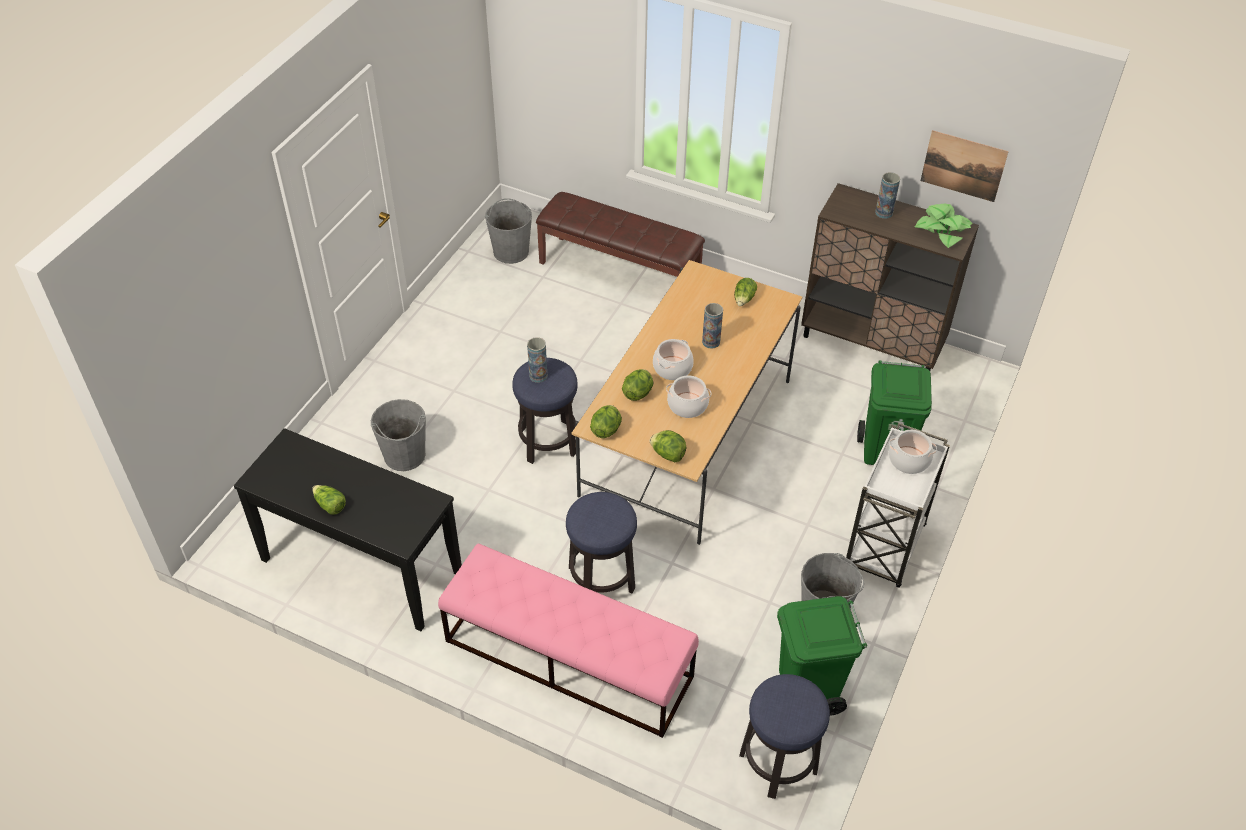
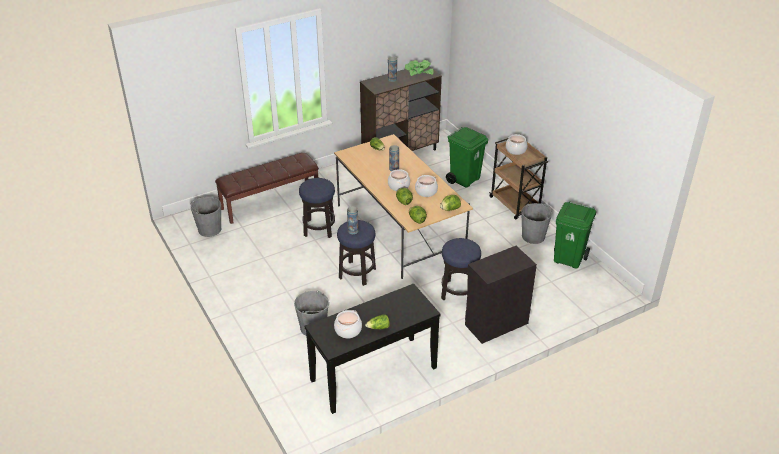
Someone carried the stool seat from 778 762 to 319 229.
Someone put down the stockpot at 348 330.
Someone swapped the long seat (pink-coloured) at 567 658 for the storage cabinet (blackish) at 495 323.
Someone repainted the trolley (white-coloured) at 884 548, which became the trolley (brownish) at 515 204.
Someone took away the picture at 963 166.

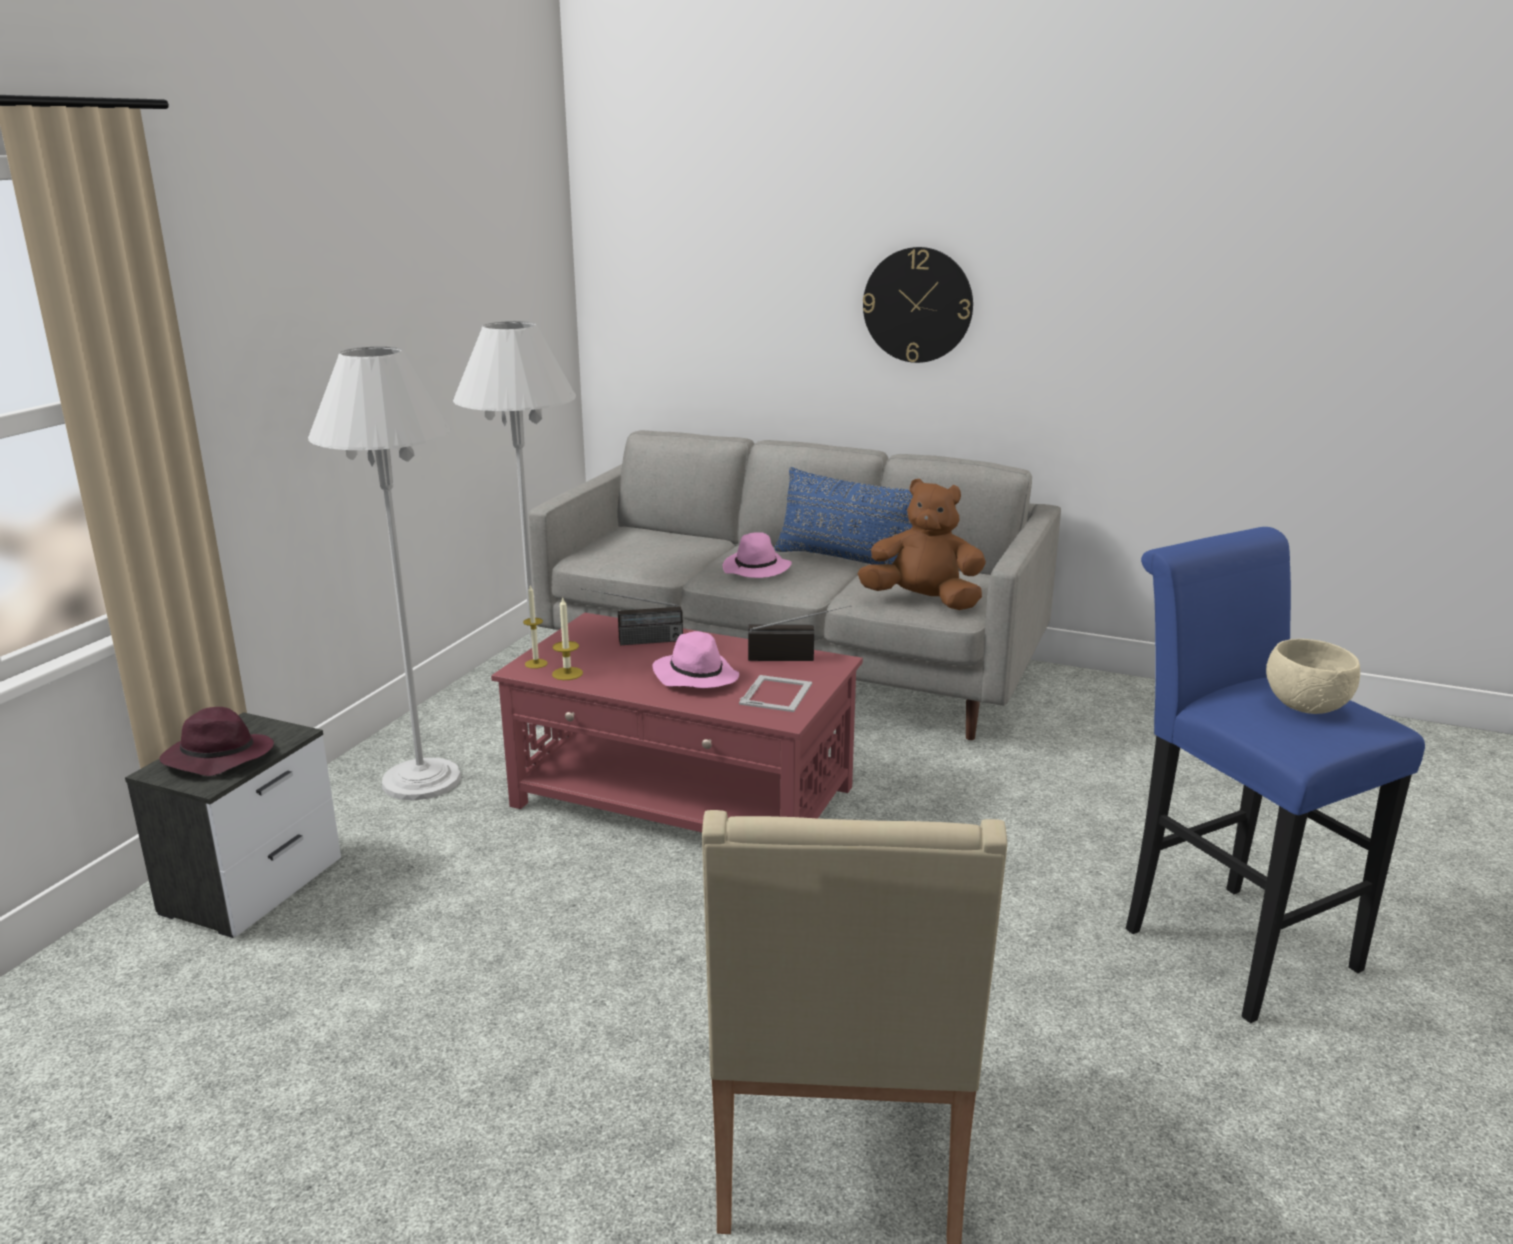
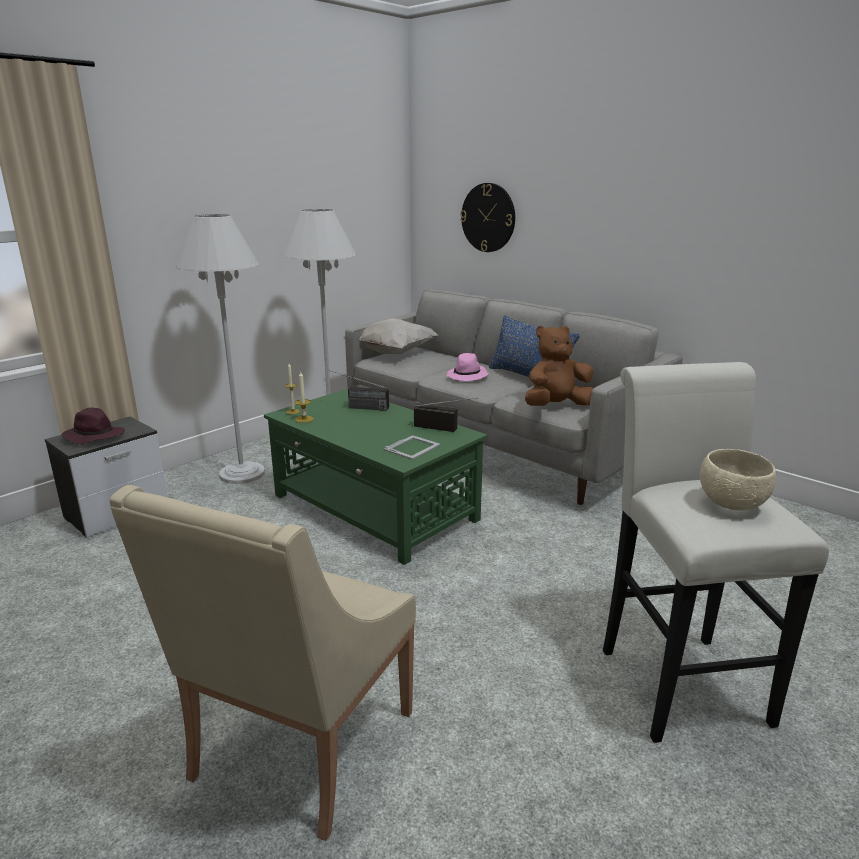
Someone repainted the lounge table (red-coloured) at 684 797, which became the lounge table (greenish) at 374 508.
Someone put down the pillow (white-coloured) at 392 353.
Someone carried the hanging clock from 917 305 to 488 217.
Someone rotated the soft toy (brownish) at 923 601 by 60 degrees counterclockwise.
Someone repainted the stool seat (blue-coloured) at 1227 940, which became the stool seat (white-coloured) at 677 677.
Someone took away the clothing hat (pink-coloured) at 695 676.

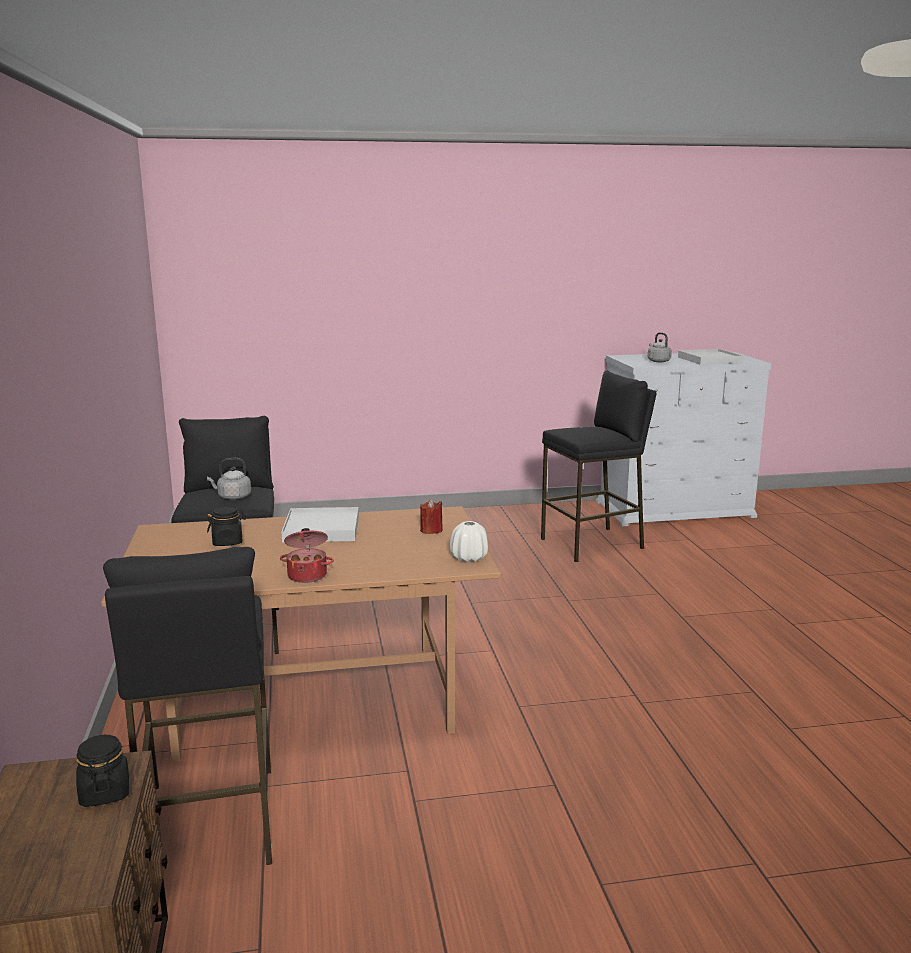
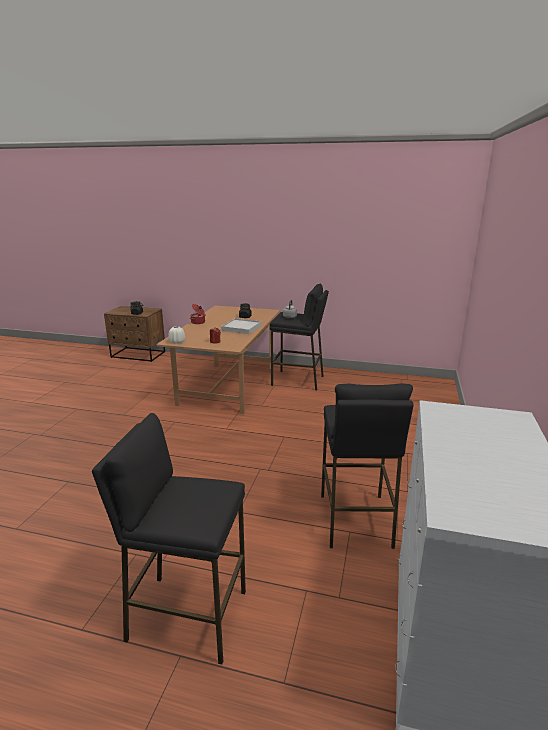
Someone carried the stool seat (blackish) from 209 823 to 187 615.
Someone took away the water kettle (gray) at 658 361.
Someone took away the tray (white-coloured) at 709 360.

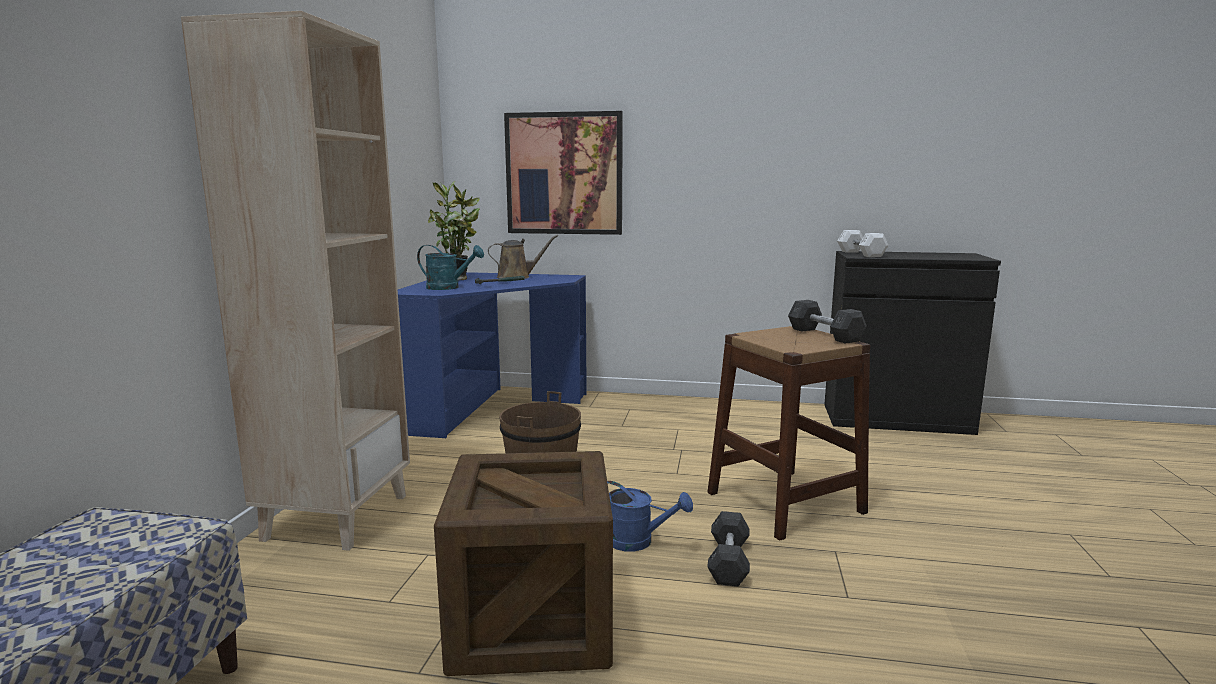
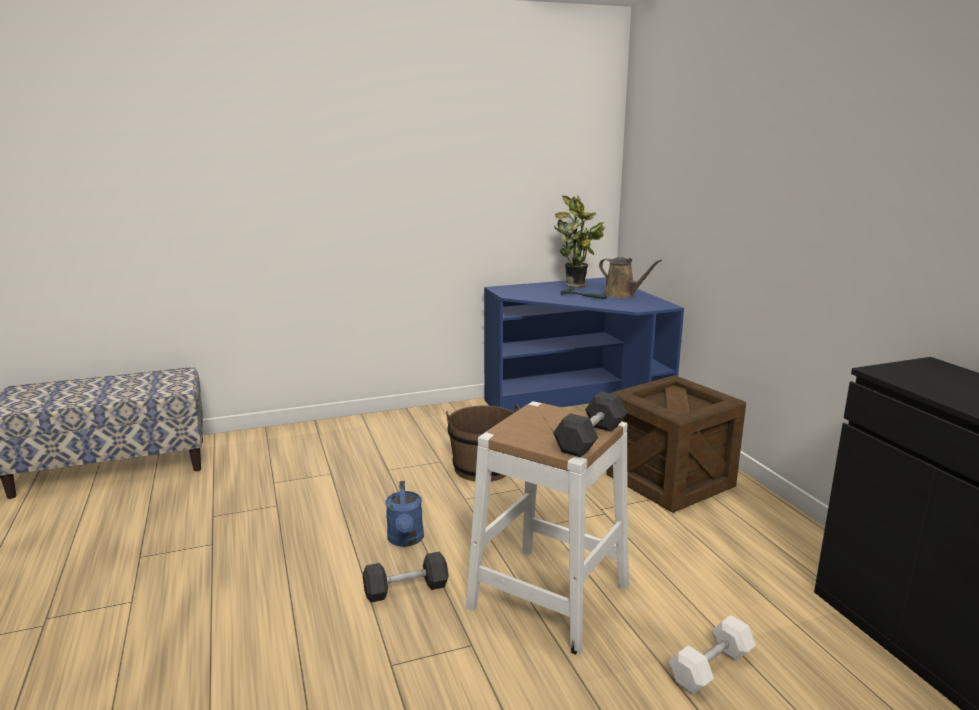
Someone repainted the stool seat (brownish) at 785 502, which became the stool seat (white-coloured) at 549 596.
Someone carried the packing crate from 532 621 to 670 481.
Someone carried the hand weight (white-coloured) from 861 254 to 711 668.
Someone took away the shelving unit (sand-coloured) at 336 516.
Someone took away the sprinkling can (turquoise-coloured) at 449 287.
Someone took away the picture at 564 174.

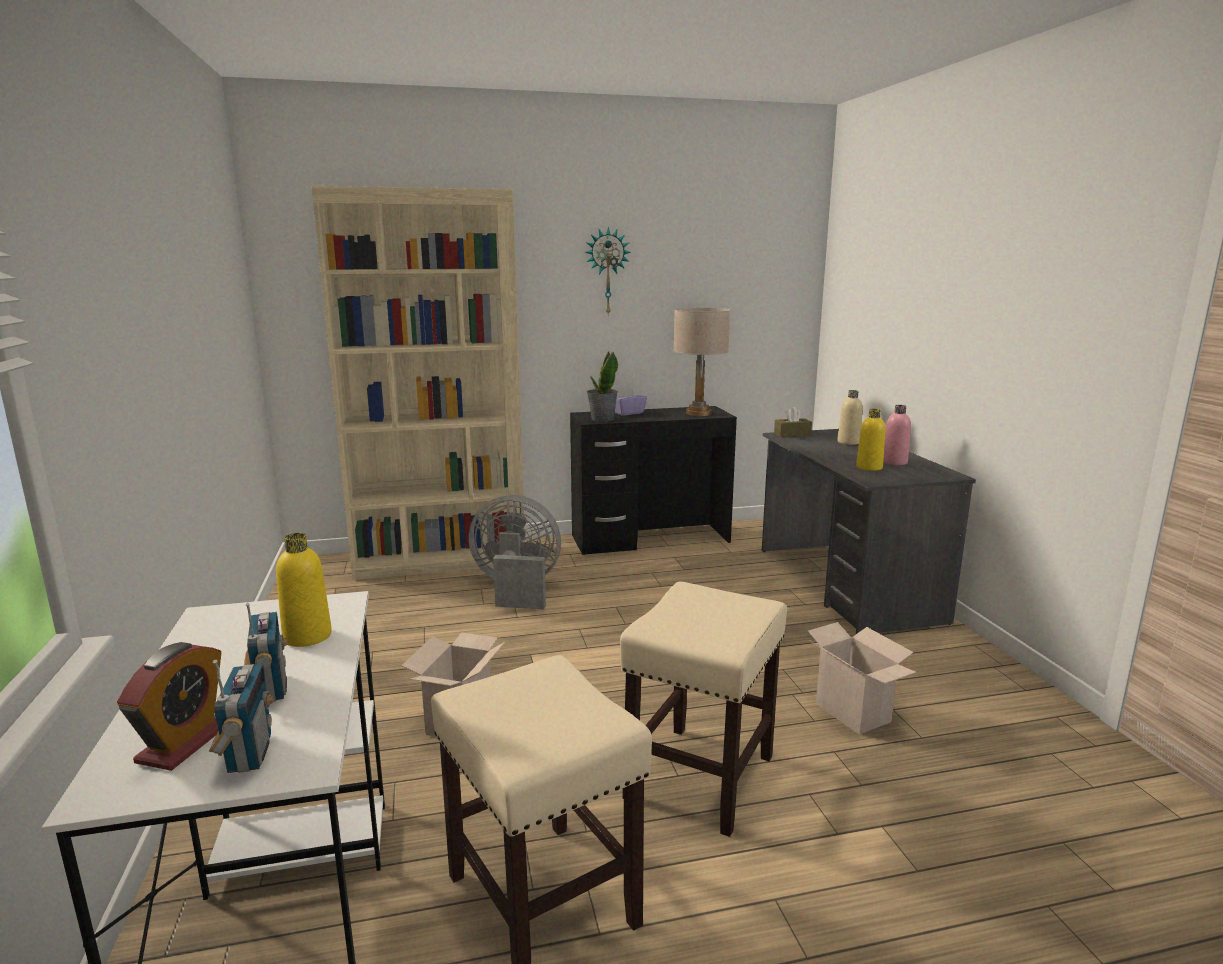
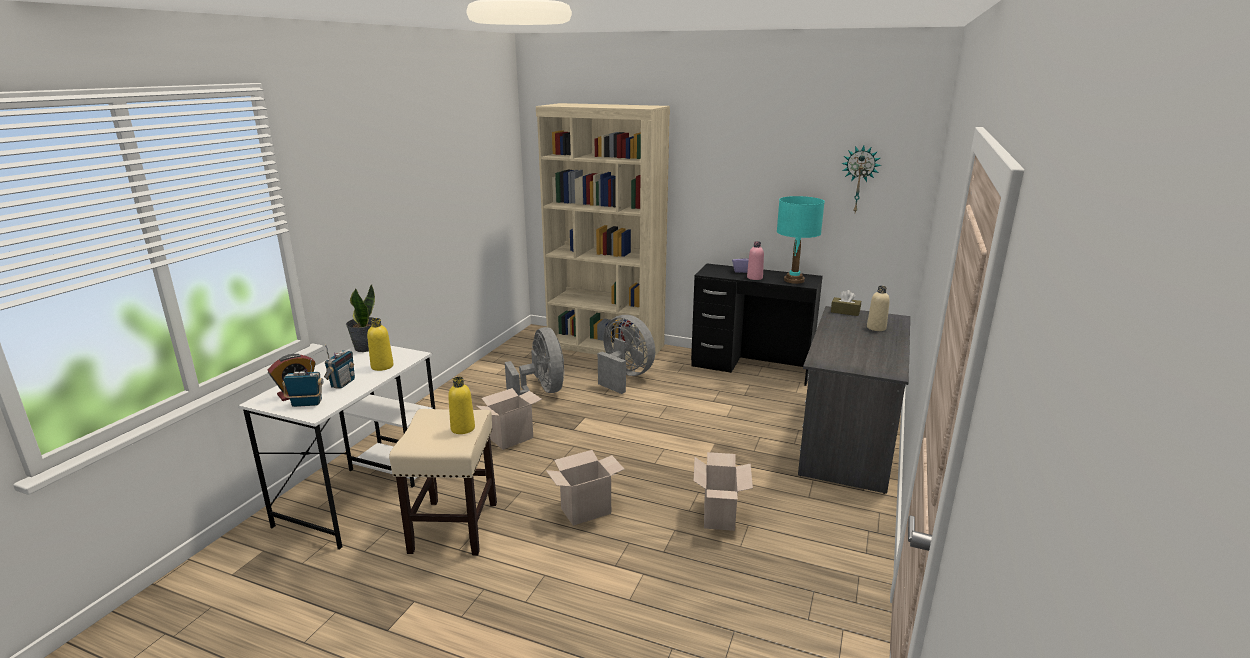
Someone rotated the radio receiver at 248 754 by 120 degrees counterclockwise.
Someone carried the houseplant from 602 419 to 365 347.
Someone carried the beverage bottle (yellow-coloured) from 869 467 to 463 428.
Someone put down the fan (gray) at 541 392.
Someone swapped the stool seat (sand-coloured) at 700 775 for the cardboard box at 586 510.
Someone carried the beverage bottle (pink-coloured) from 894 462 to 754 278.
Someone repainted the lamp for a table (sand-coloured) at 698 413, which became the lamp for a table (turquoise-coloured) at 794 280.
Someone carried the hanging clock from 607 271 to 859 179.

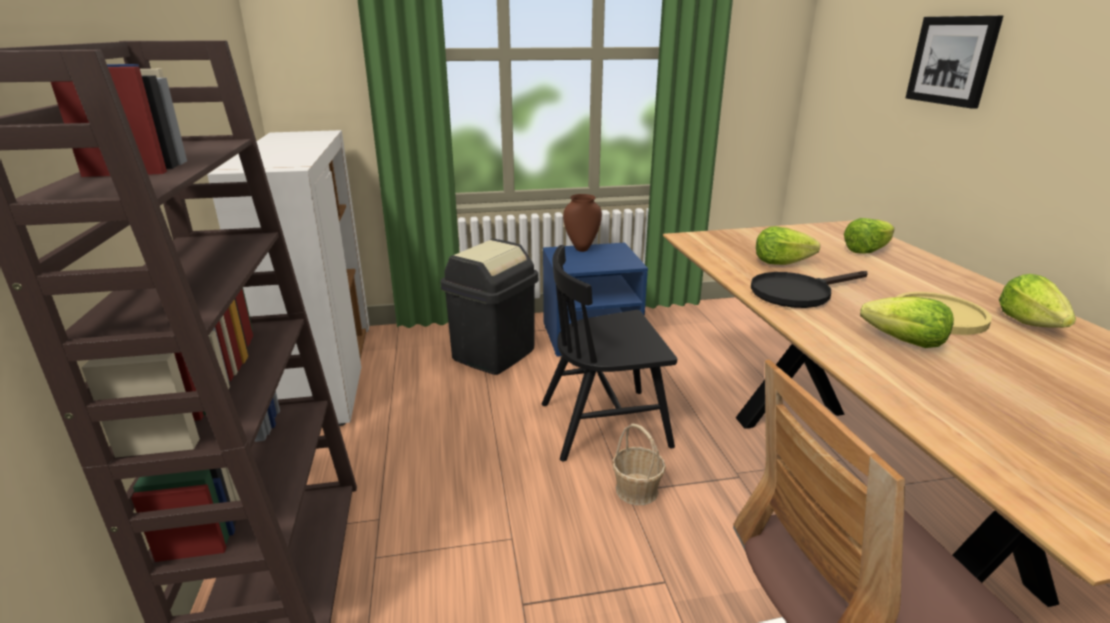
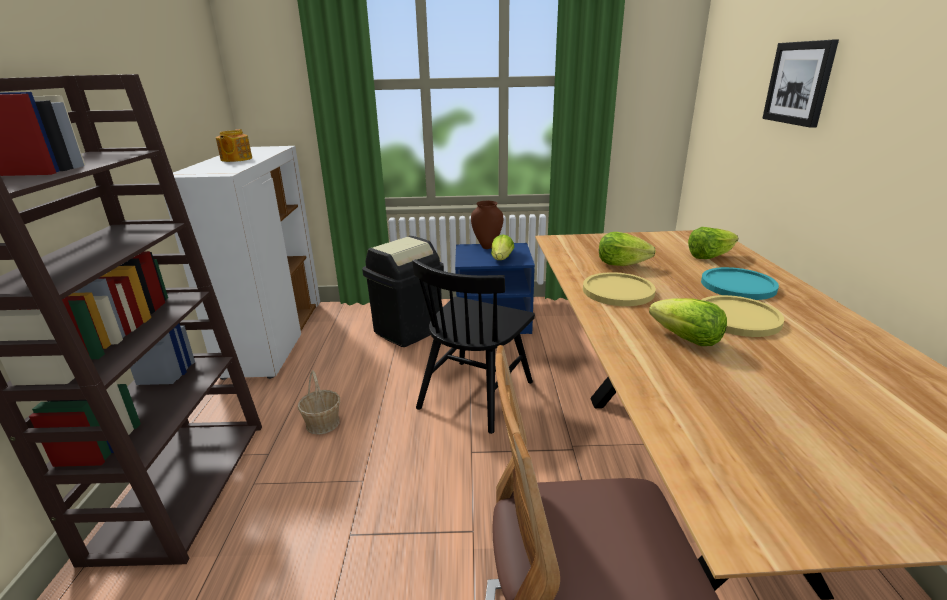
Someone put down the tea pot at 236 159.
Someone carried the basket from 636 490 to 323 423.
Someone rotated the plain chair (blackish) at 605 424 by 60 degrees counterclockwise.
Someone carried the lettuce from 1029 323 to 502 259.
Someone swapped the pan (blackish) at 798 293 for the plate (yellow-coloured) at 618 291.
Someone put down the plate (turquoise-coloured) at 738 285.

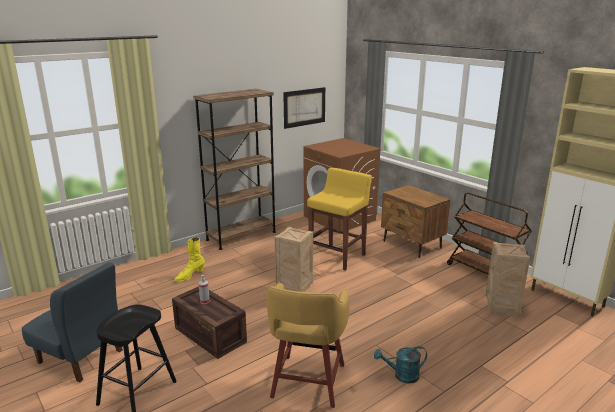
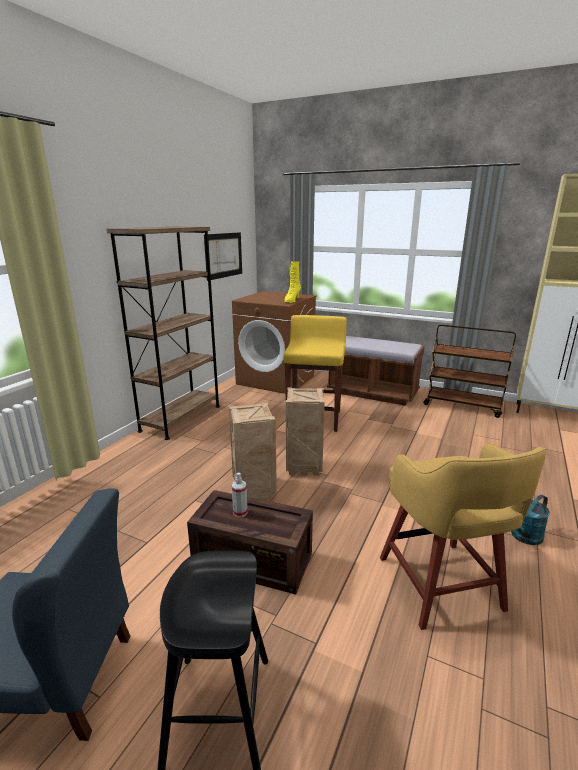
Someone carried the packing crate from 502 308 to 255 490.
Someone carried the boot (yellow-coloured) from 189 276 to 291 301.
Someone swapped the bedside table (brownish) at 412 245 for the long seat (brownish) at 372 393.

